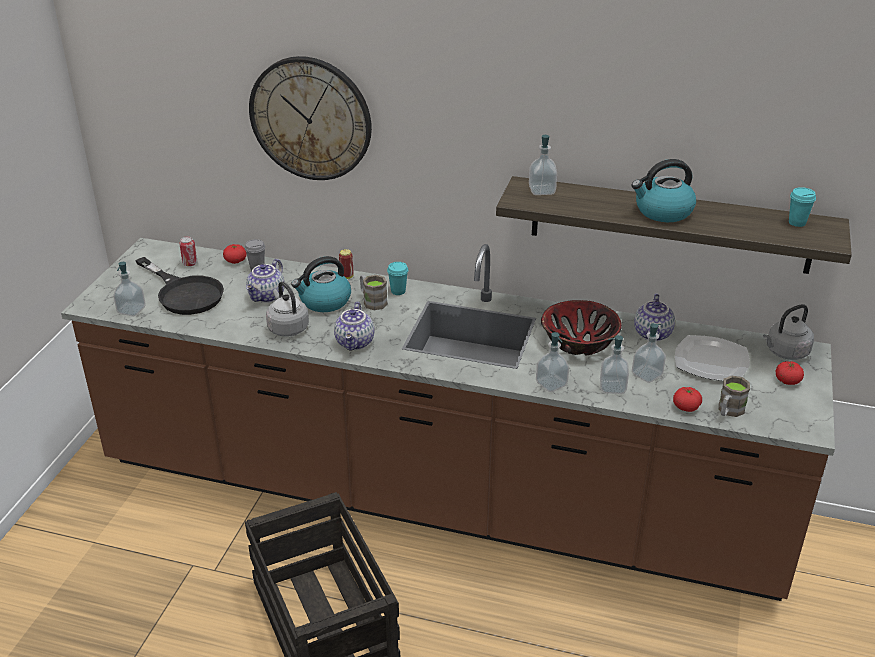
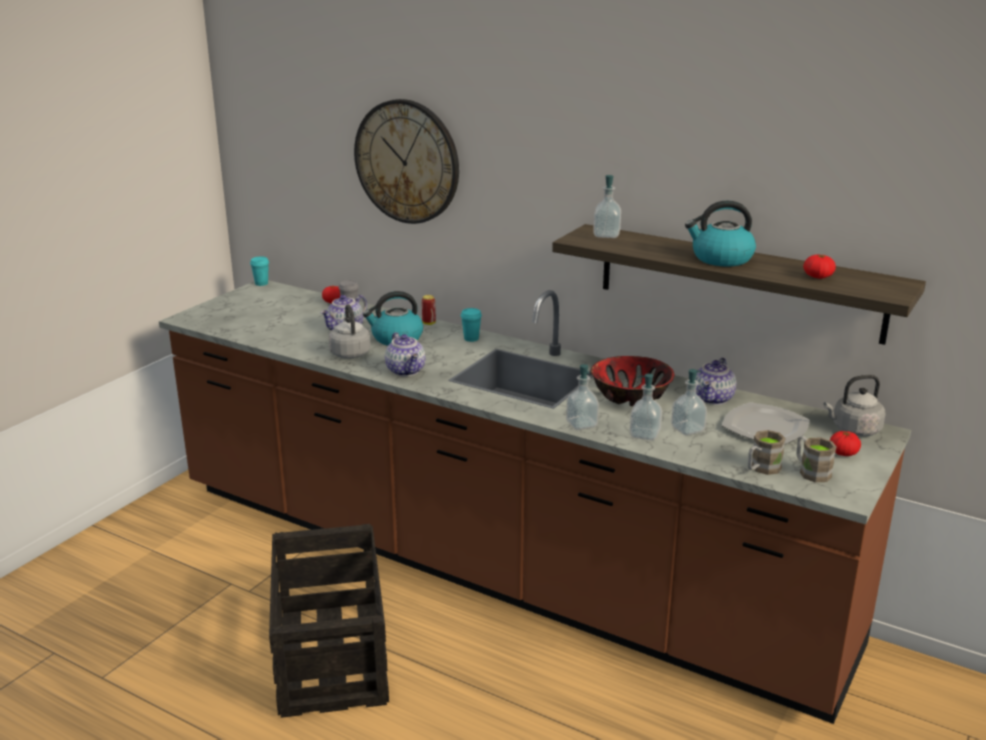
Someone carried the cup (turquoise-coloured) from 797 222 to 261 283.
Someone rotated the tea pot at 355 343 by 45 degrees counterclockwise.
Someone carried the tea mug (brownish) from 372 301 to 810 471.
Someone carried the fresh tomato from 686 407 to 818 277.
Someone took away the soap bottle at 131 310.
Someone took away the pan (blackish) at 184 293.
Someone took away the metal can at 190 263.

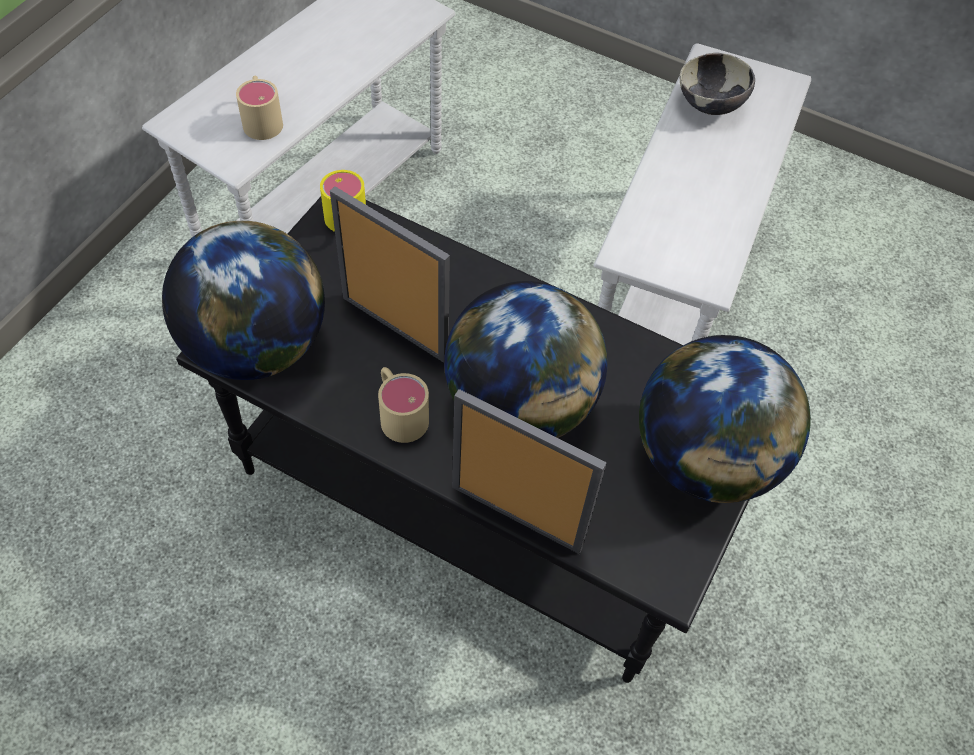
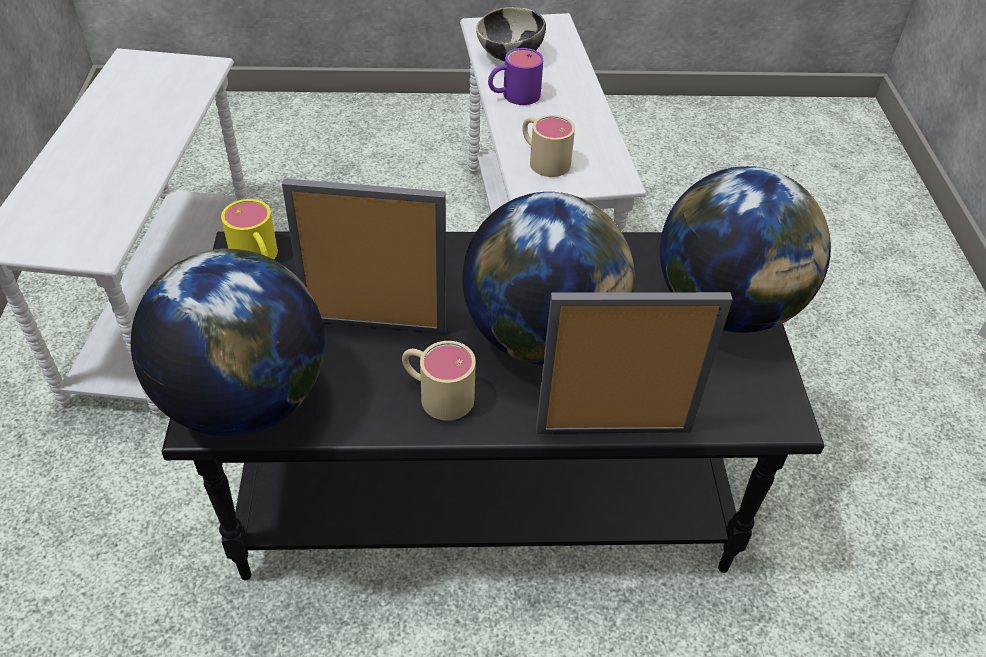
Someone put down the tea mug (purplish) at 513 96.
Someone carried the tea mug (sand-coloured) from 262 119 to 543 159.

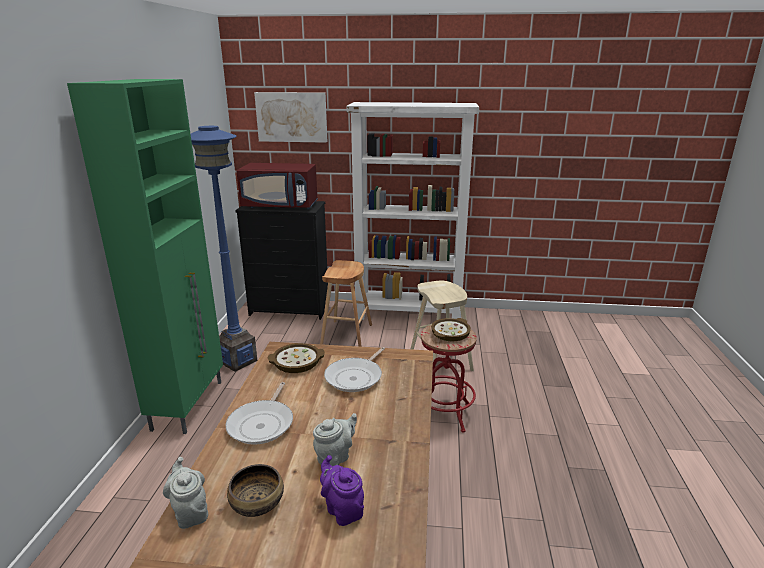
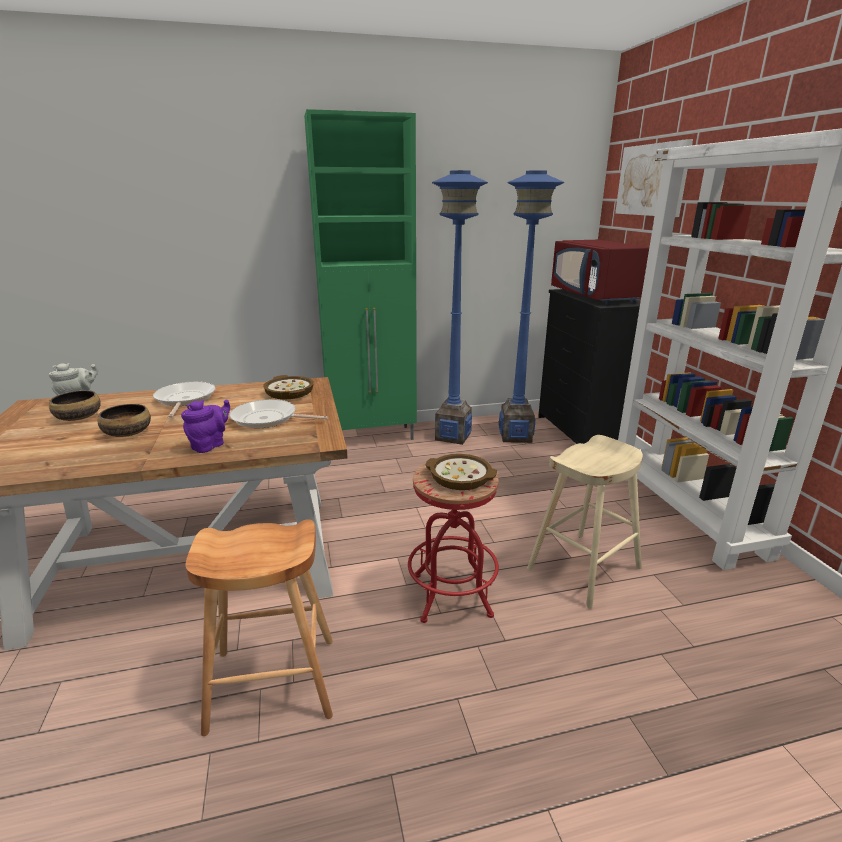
Someone swapped the tea pot (gray) at 335 458 for the serving bowl at 127 432.
Someone rotated the pan at 262 424 by 90 degrees clockwise.
Someone carried the tea pot (purplish) from 342 509 to 210 445.
Someone carried the stool seat (brownish) from 347 334 to 273 683.
Someone put down the floor lamp (blue-coloured) at 515 436.

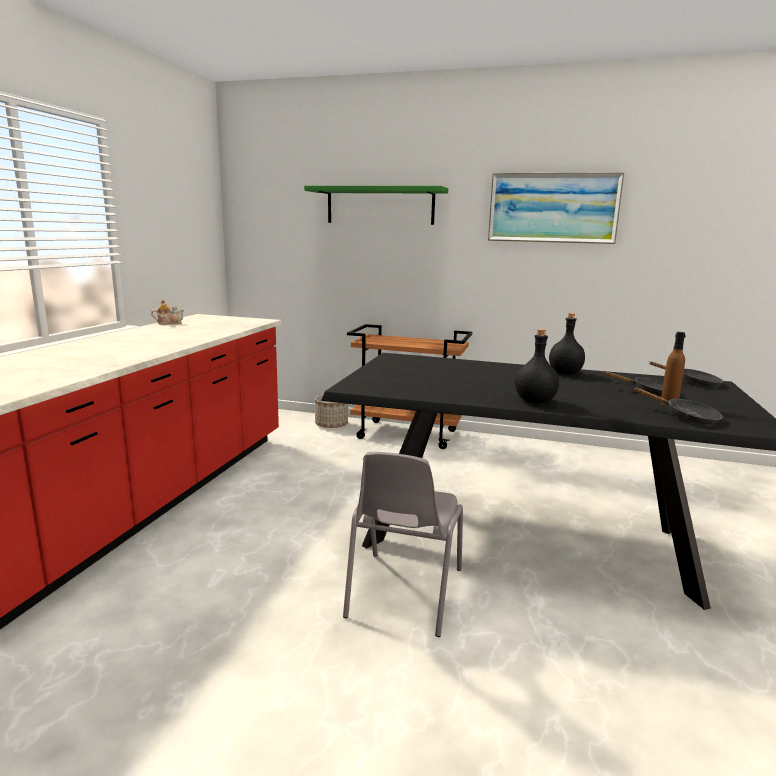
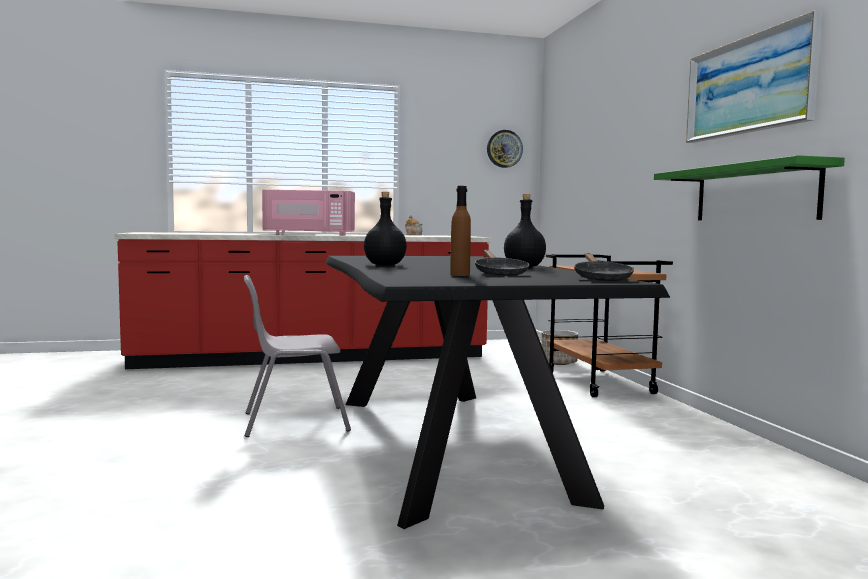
Someone put down the kitchen microwave (pink-coloured) at 309 234.
Someone put up the hanging clock at 504 149.
Someone carried the shelf (greenish) from 380 206 to 754 193.
Someone took away the pan (blackish) at 686 417.

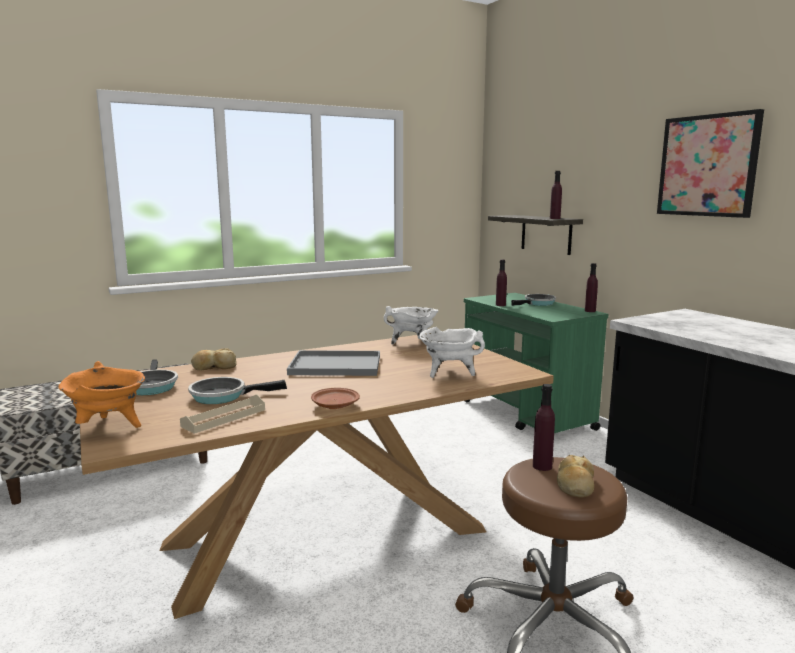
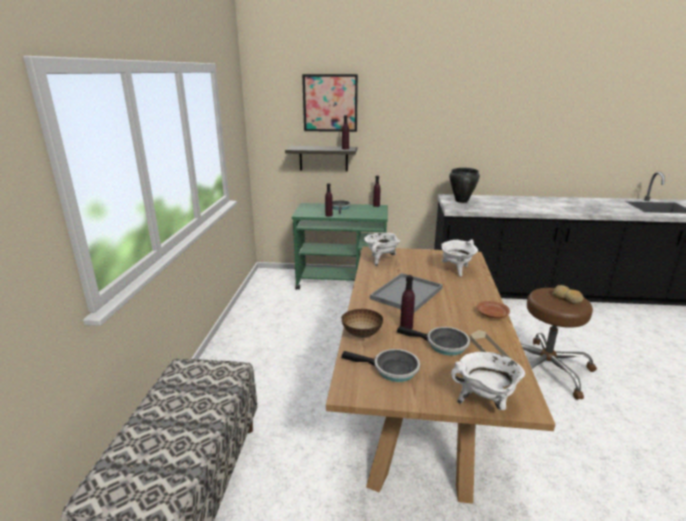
Someone carried the picture from 708 166 to 330 103.
Someone swapped the bakery bread at 214 367 for the serving bowl at 362 334.
Someone rotated the pan at 223 396 by 90 degrees counterclockwise.
Someone carried the beverage bottle (purplish) from 542 466 to 406 327.
Someone put down the stockpot (blackish) at 461 201.
Someone repainted the stockpot (orangey) at 109 427, which became the stockpot (white-coloured) at 484 402.

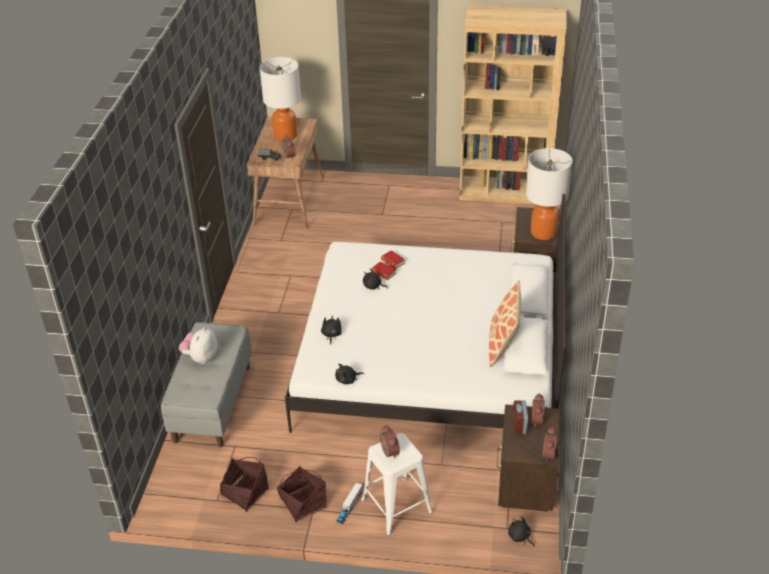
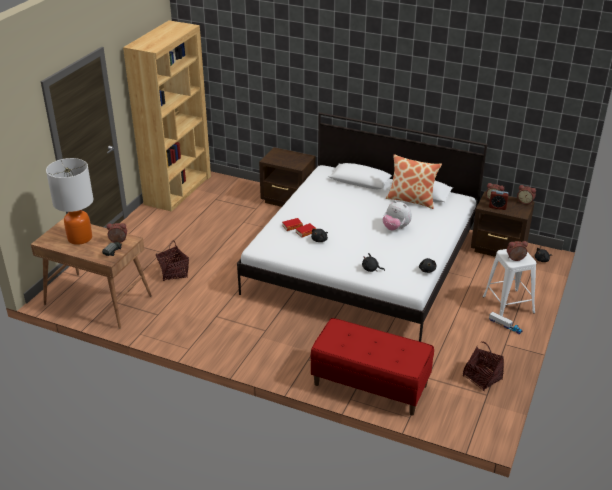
Someone carried the basket from 303 504 to 174 273.
Someone repainted the long seat (gray) at 212 403, which became the long seat (red-coloured) at 370 385.
Someone carried the soft toy from 201 358 to 396 228.
Someone took away the lamp for a table at 543 233.

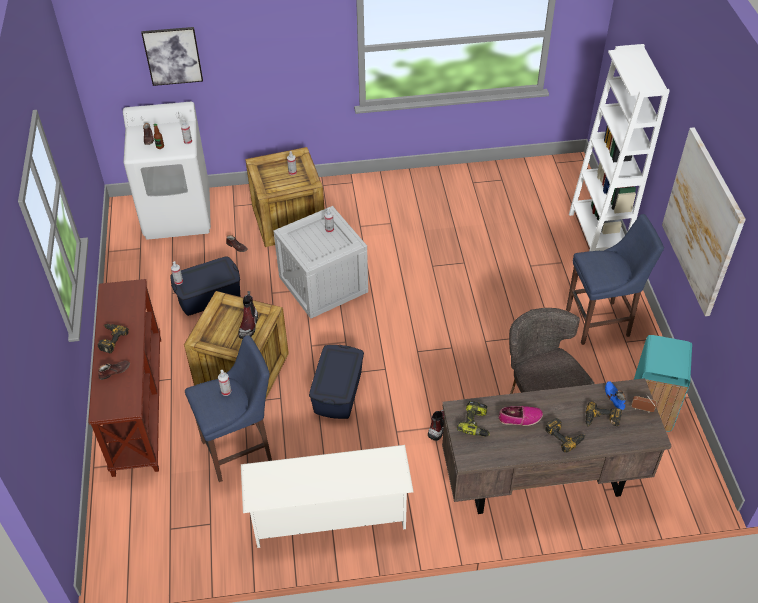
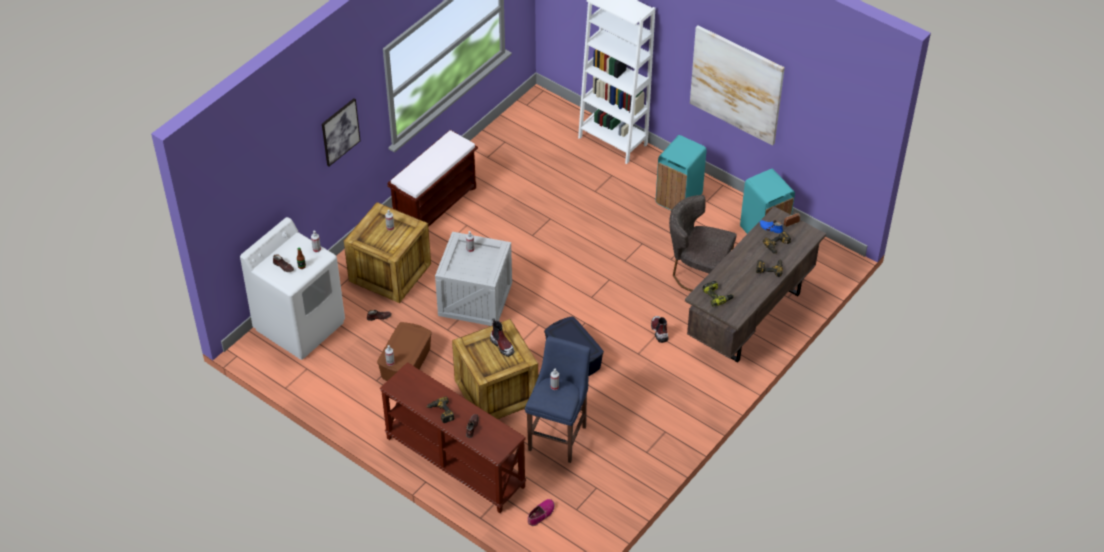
Someone carried the picture from 173 56 to 340 131.
Someone repainted the storage container (blue-coloured) at 208 296, which became the storage container (brownish) at 405 363.
Someone put down the long seat (brownish) at 436 205.
Someone carried the shoe from 520 418 to 541 514.
Someone swapped the stool seat (blue-coloured) at 601 322 for the trash can (turquoise-coloured) at 679 199.
Someone took away the shoe stand (white-coloured) at 329 515.

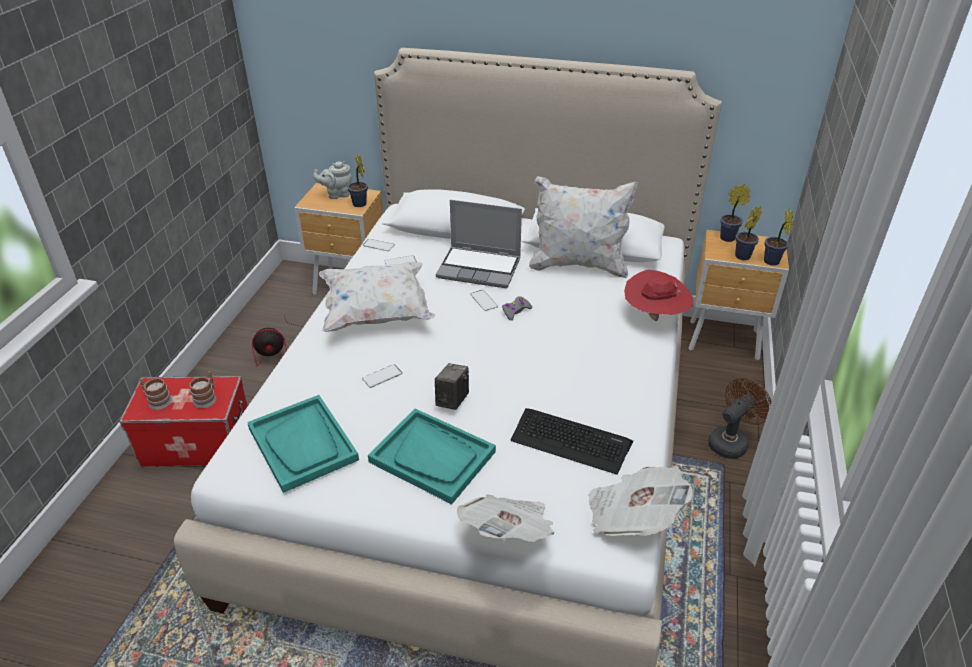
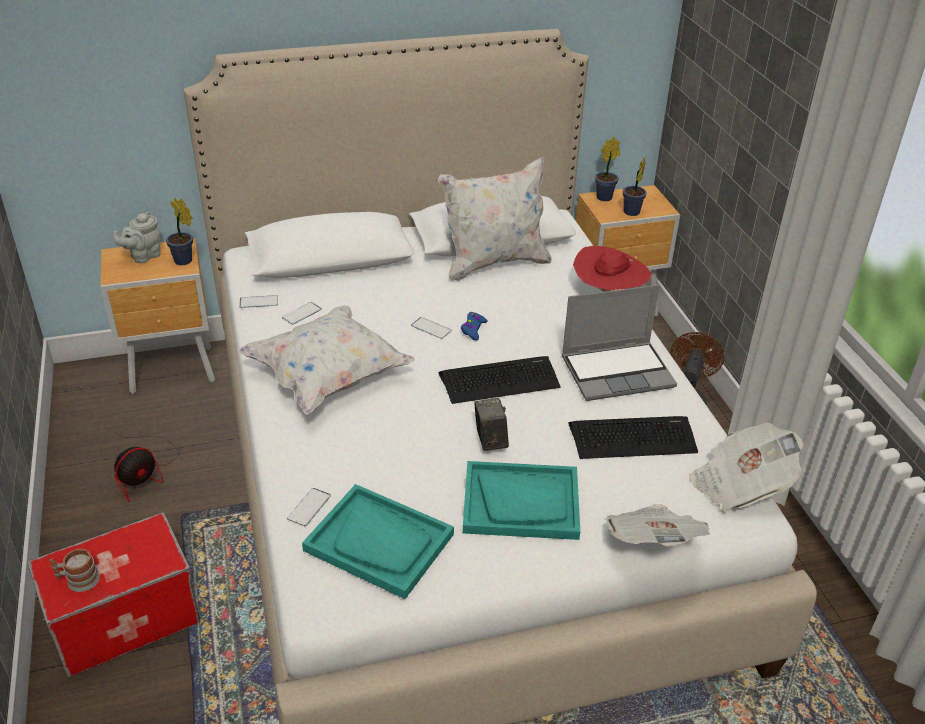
Someone carried the phone from 382 376 to 309 507.
Someone put down the PC keyboard at 499 380.
Someone repainted the gamepad (gray) at 515 311, which became the gamepad (blue-coloured) at 473 329.
Someone carried the portable computer from 480 268 to 618 371.
Someone took away the tea mug at 207 398.
Someone took away the houseplant at 772 263.

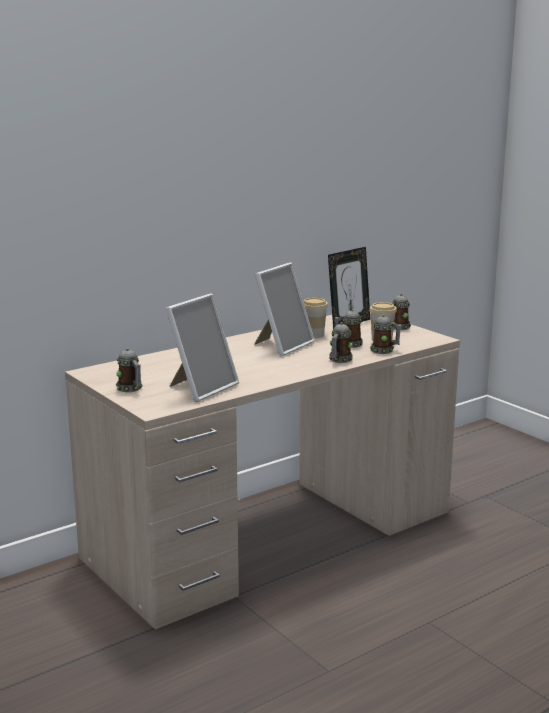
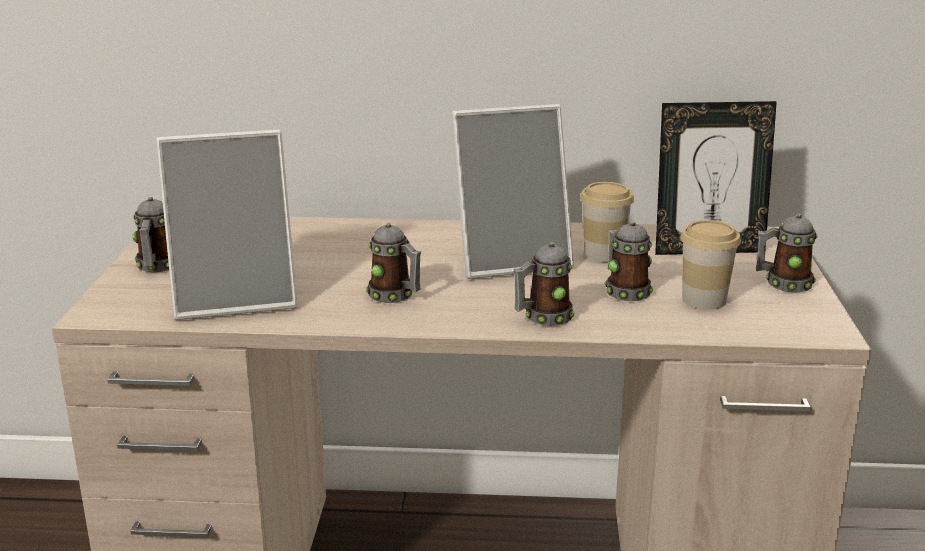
Someone carried the tea mug from 385 351 to 395 296.

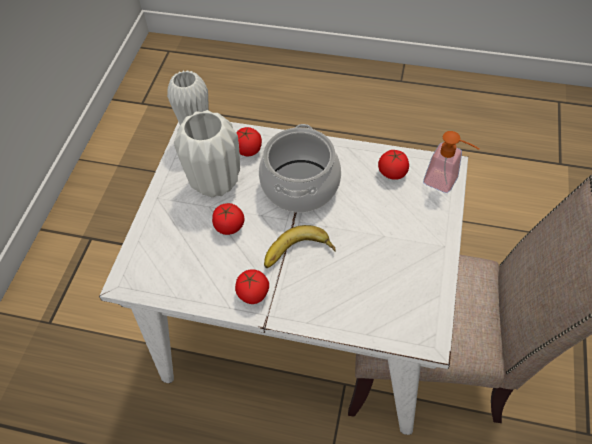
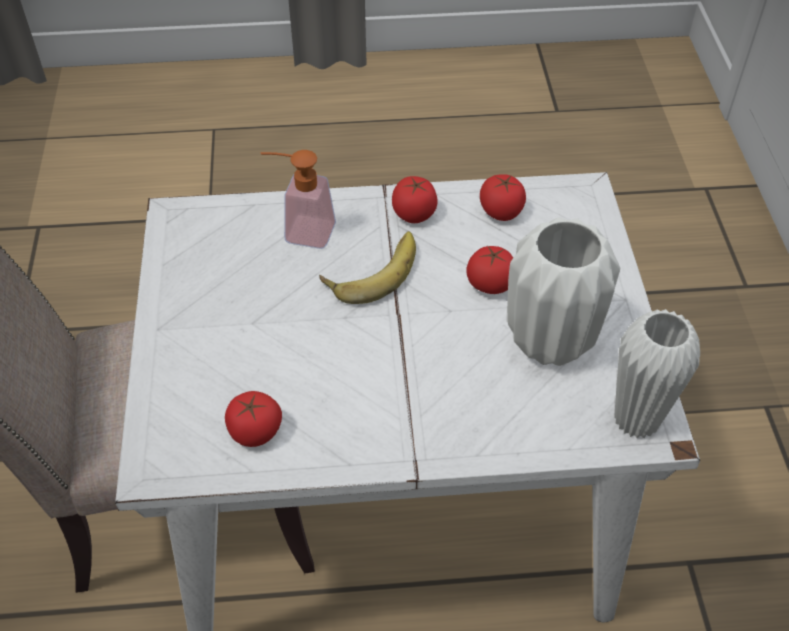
Someone carried the soap bottle from 446 182 to 301 231.
Someone carried the fresh tomato from 248 150 to 501 211.
Someone took away the stockpot at 301 186.

